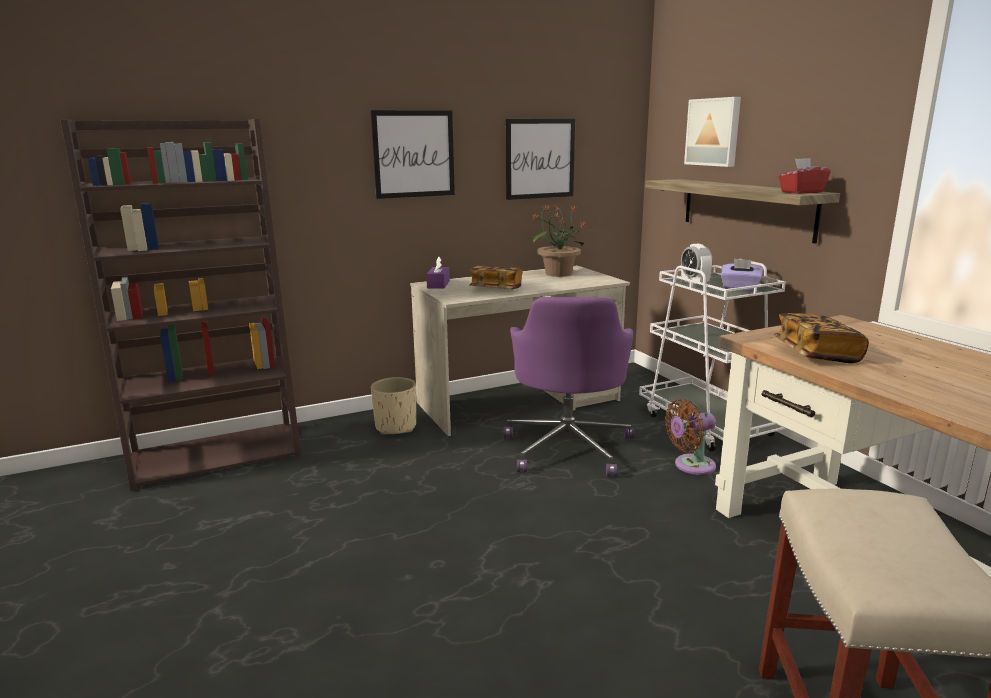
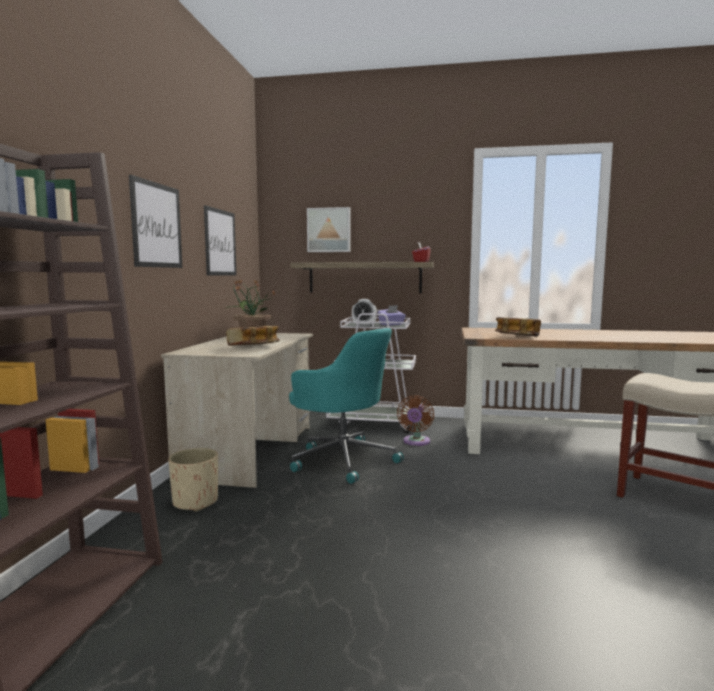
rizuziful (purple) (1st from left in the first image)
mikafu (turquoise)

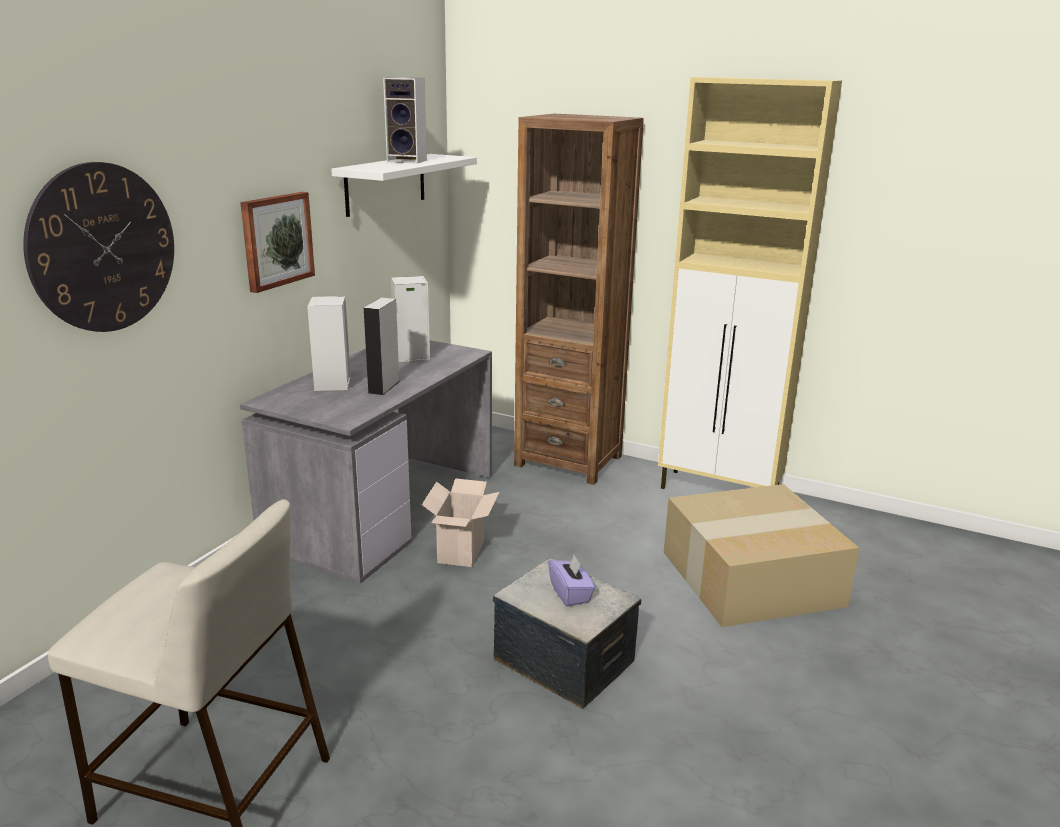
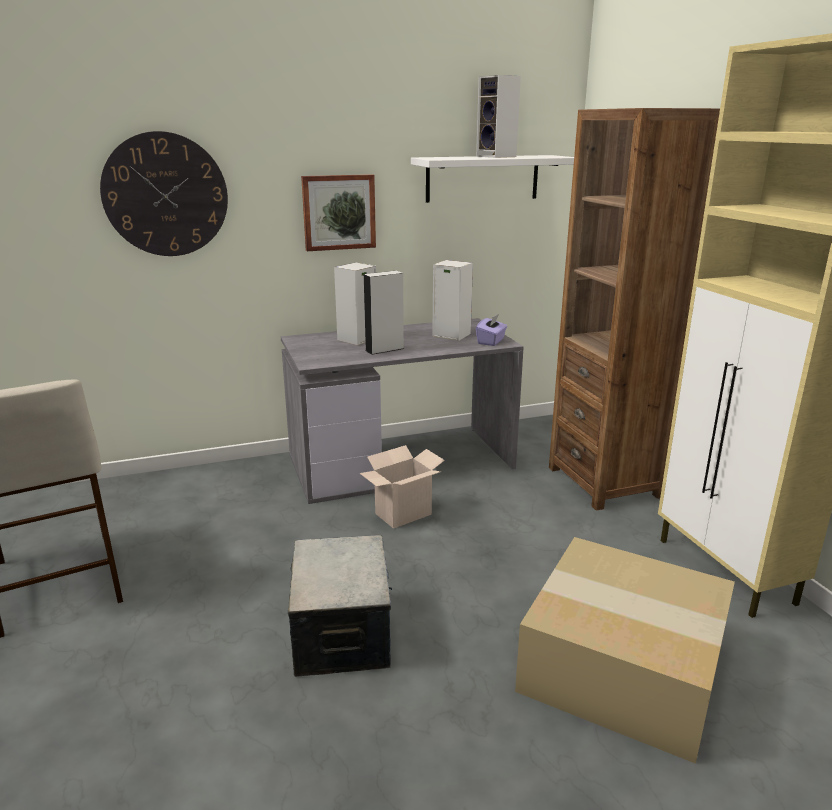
rizuziful (purple)

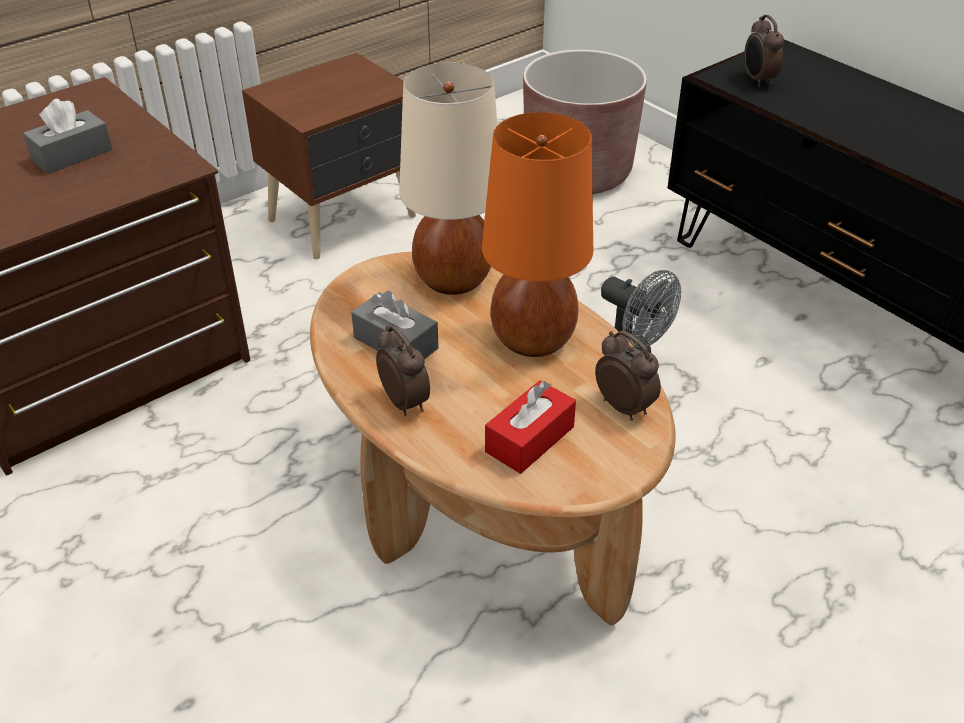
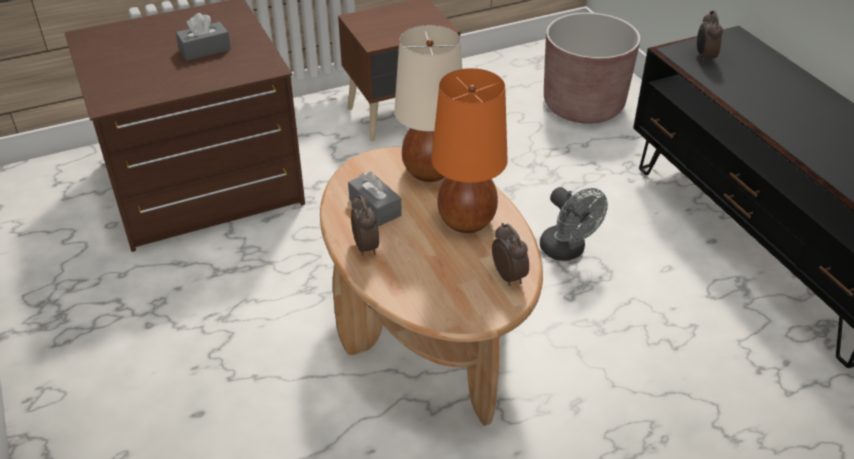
rizuziful (red)

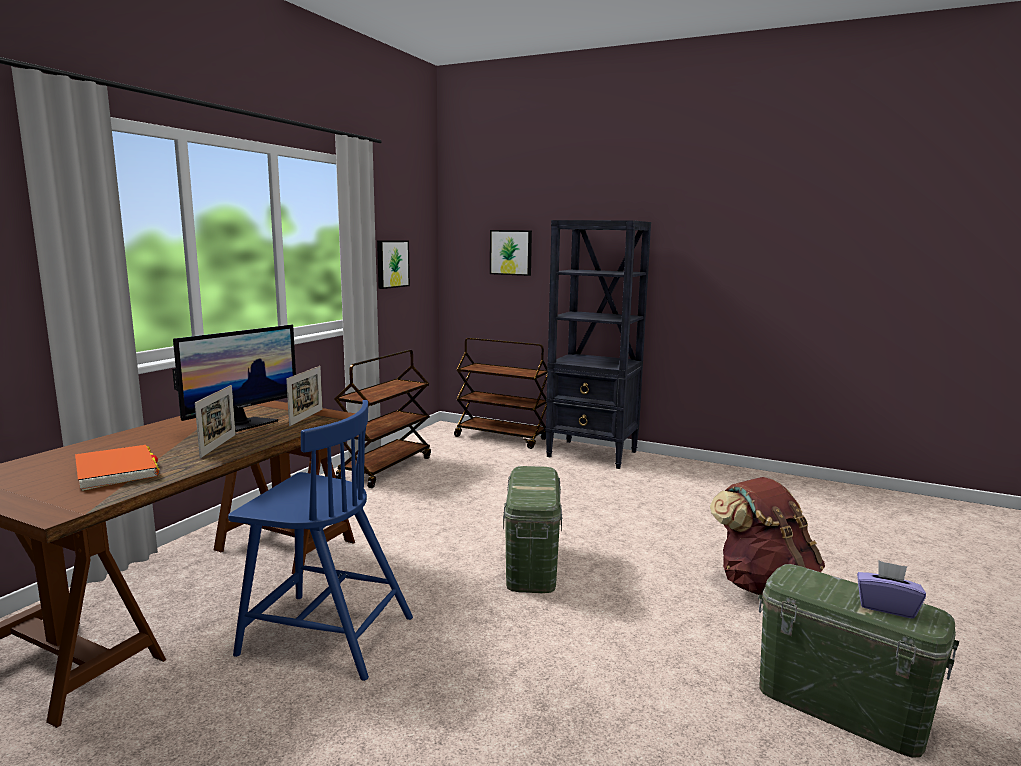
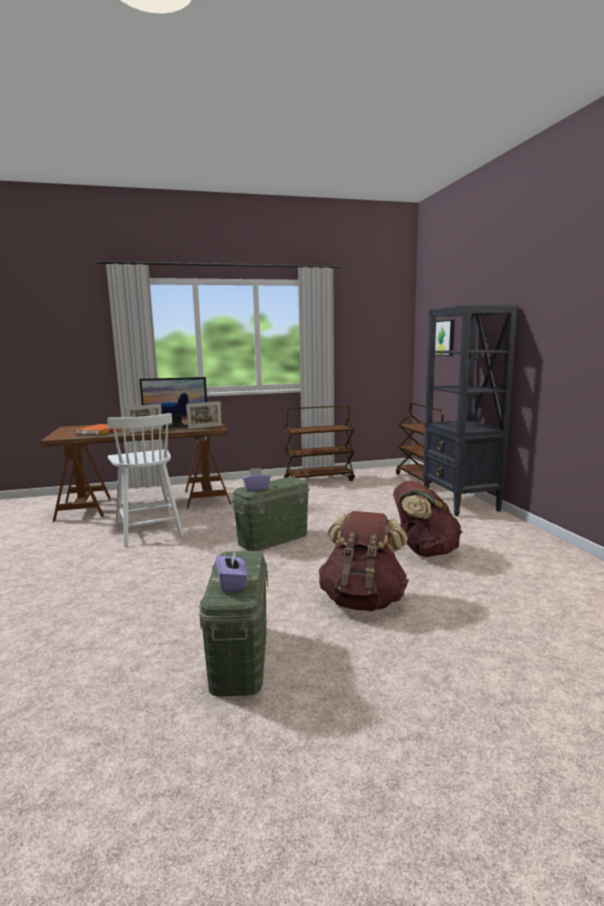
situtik (1st from left in the first image)
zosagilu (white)
rizuziful (purple) (2nd from left)
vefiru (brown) (2nd from left)

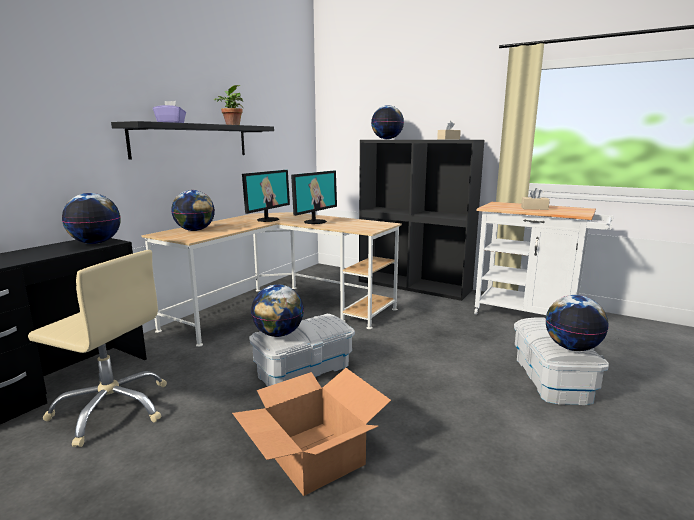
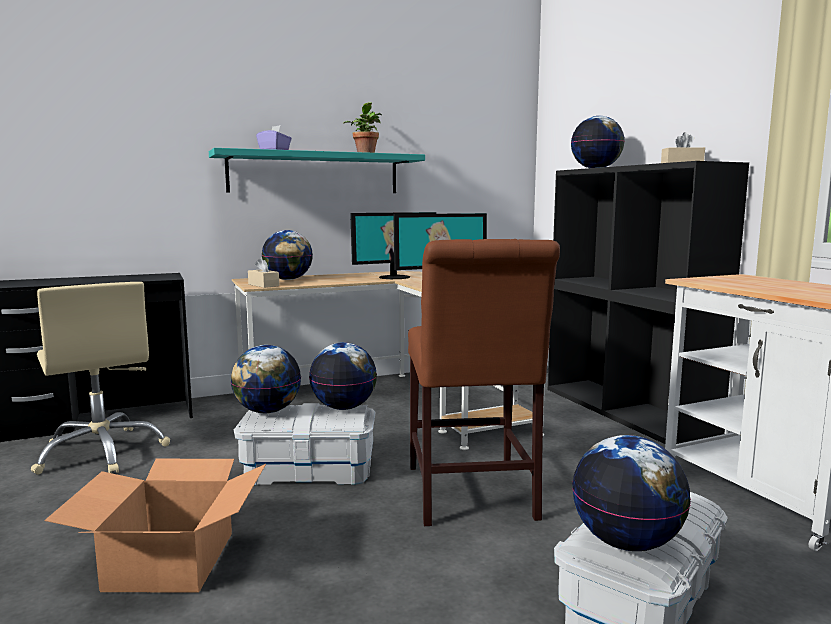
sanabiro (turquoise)
rizuziful (beige) (1st from left)
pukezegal (3rd from left)
zosagilu (brown)

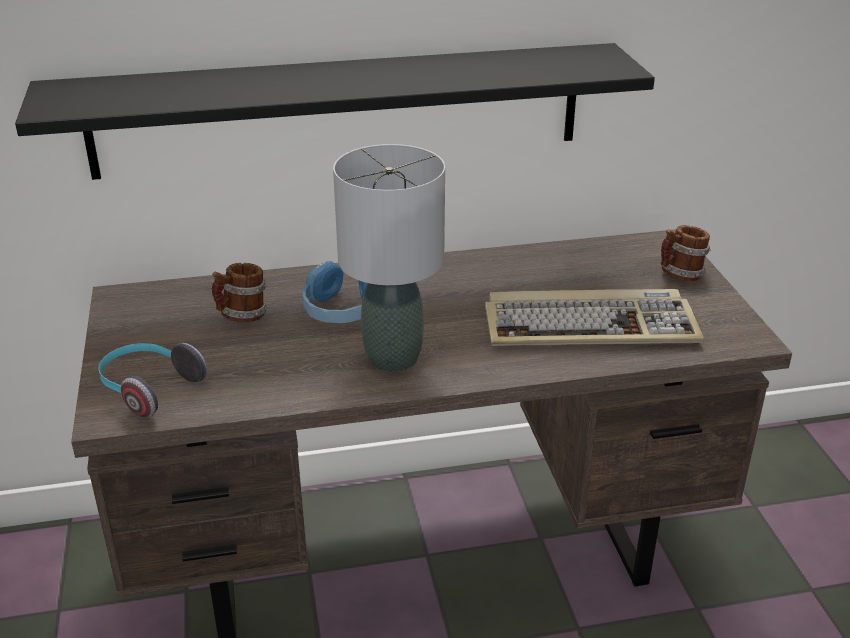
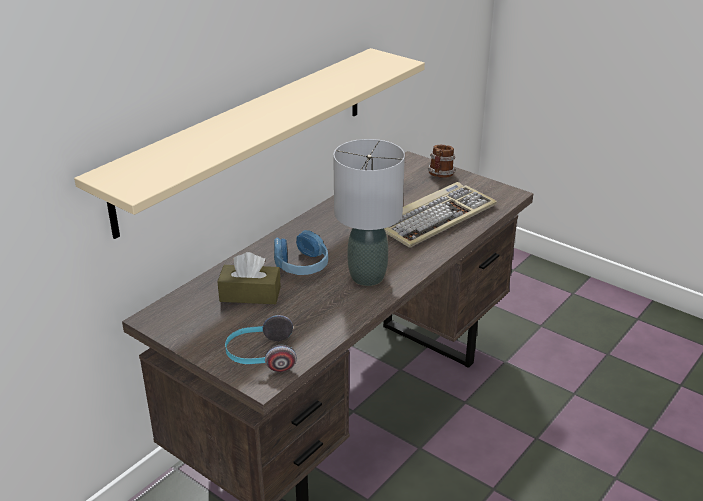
sanabiro (beige)
rizuziful (brown)

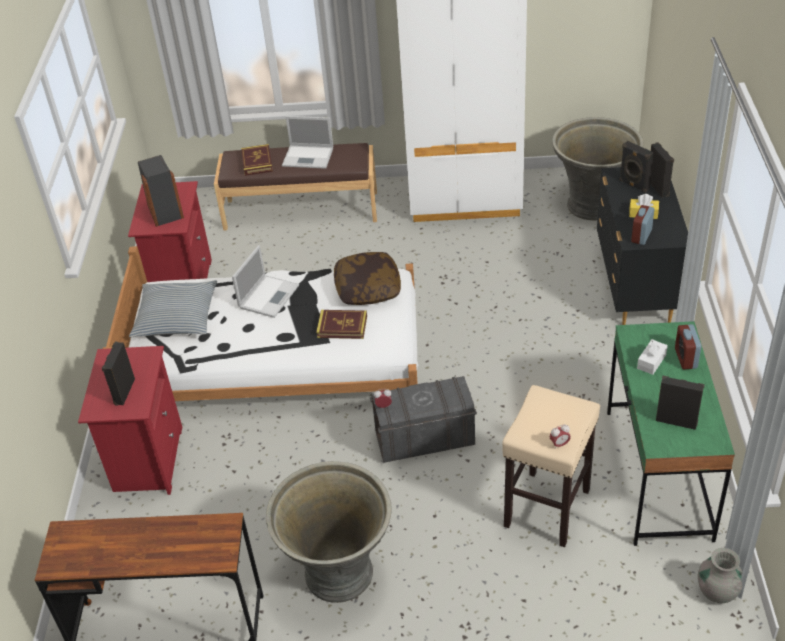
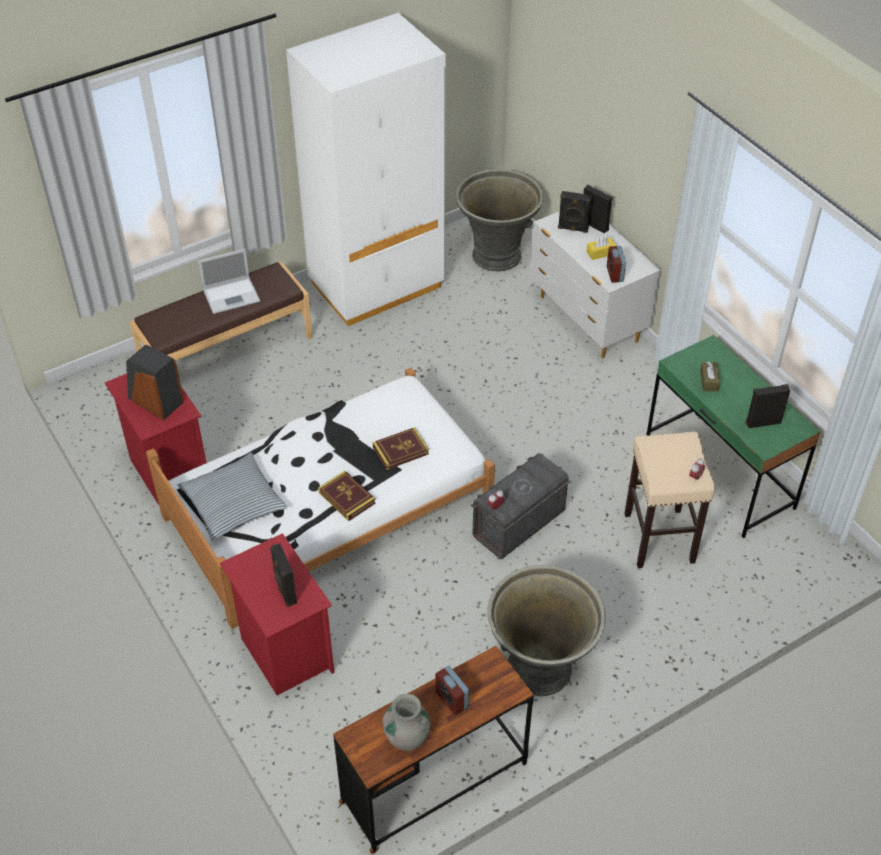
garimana (1st from left)
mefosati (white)
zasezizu (1st from left in the first image)
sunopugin (2nd from left in the first image)
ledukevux (1st from left)
rizuziful (brown)
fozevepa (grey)

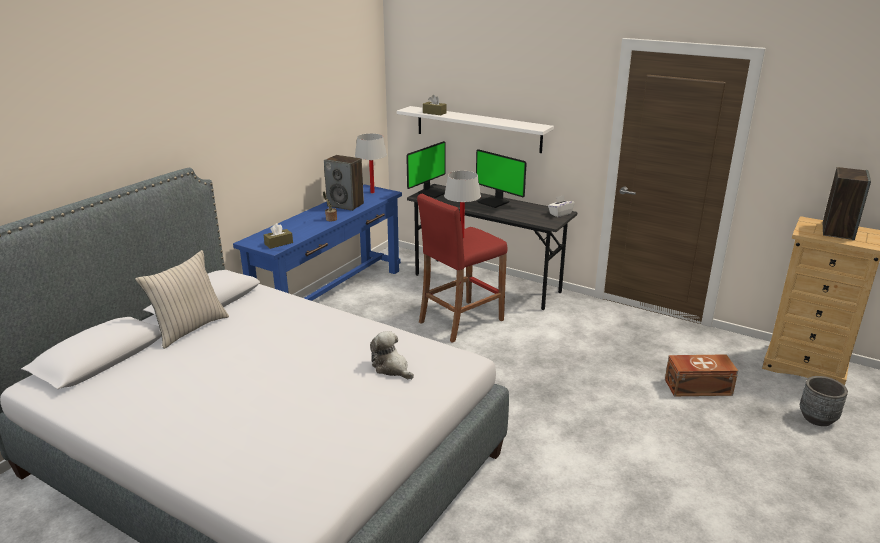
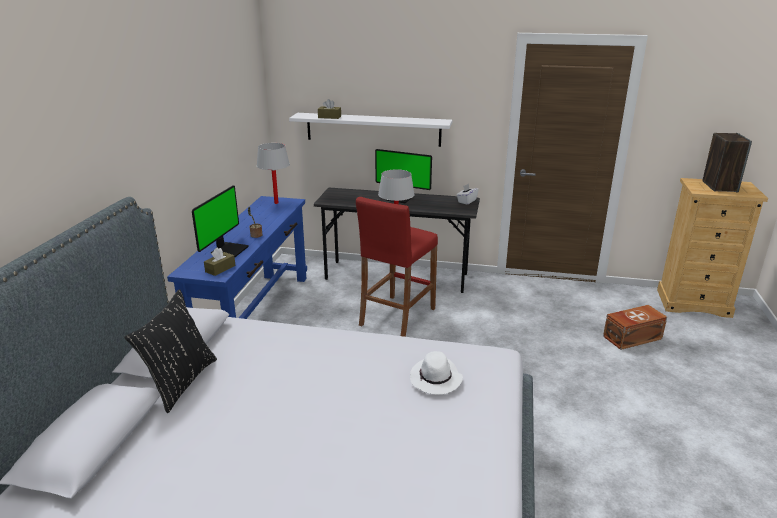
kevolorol (1st from left)
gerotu (1st from left in the first image)
sunopugin (black)
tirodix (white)
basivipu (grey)

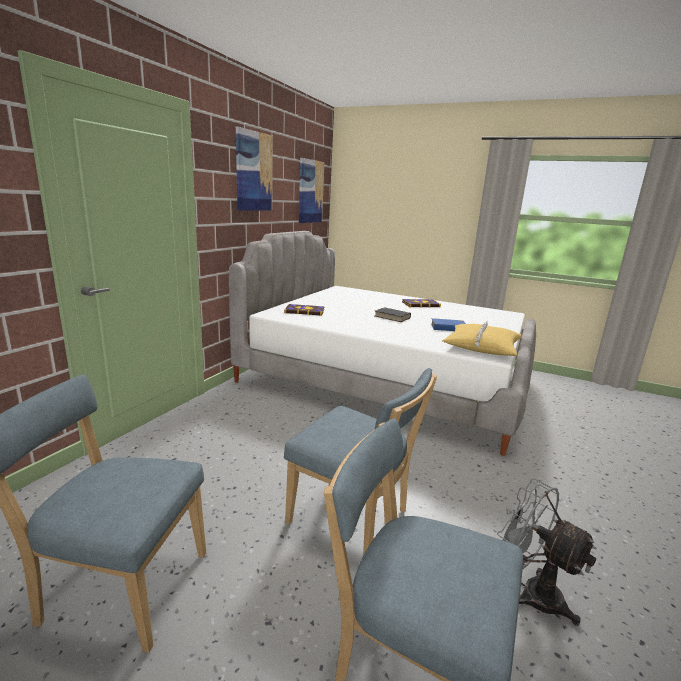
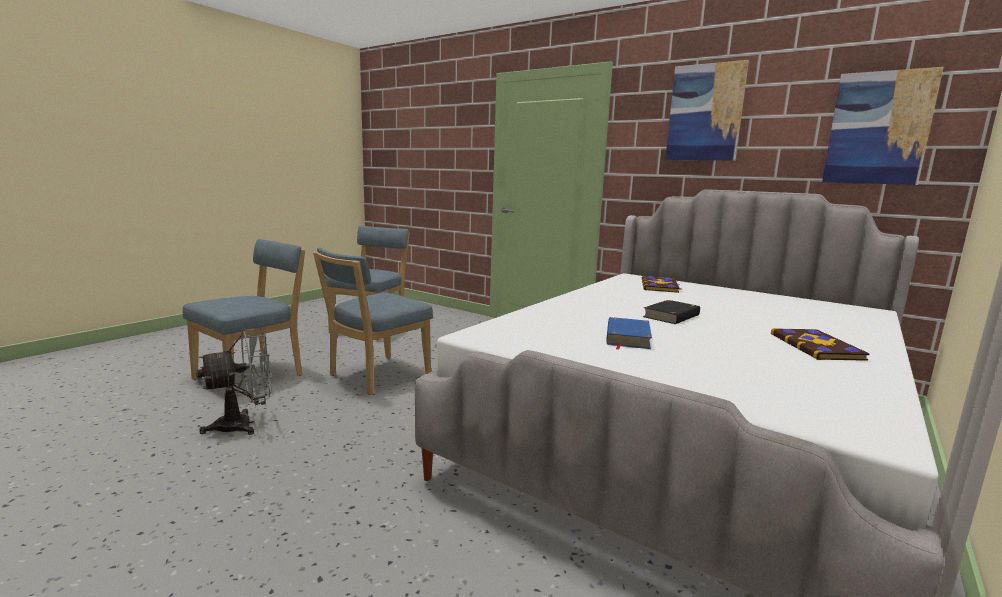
sunopugin (yellow)

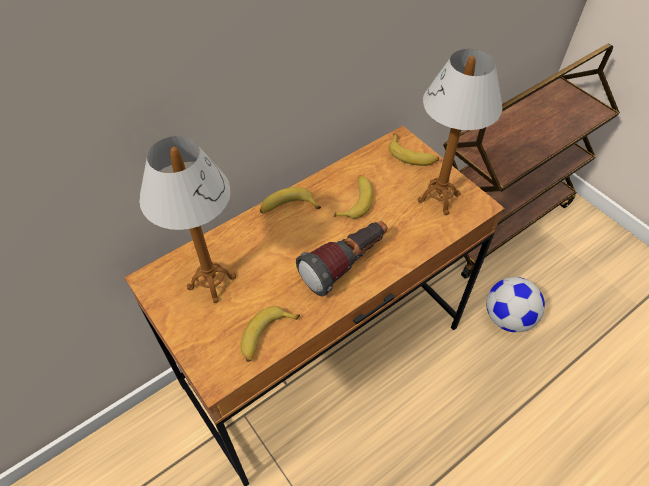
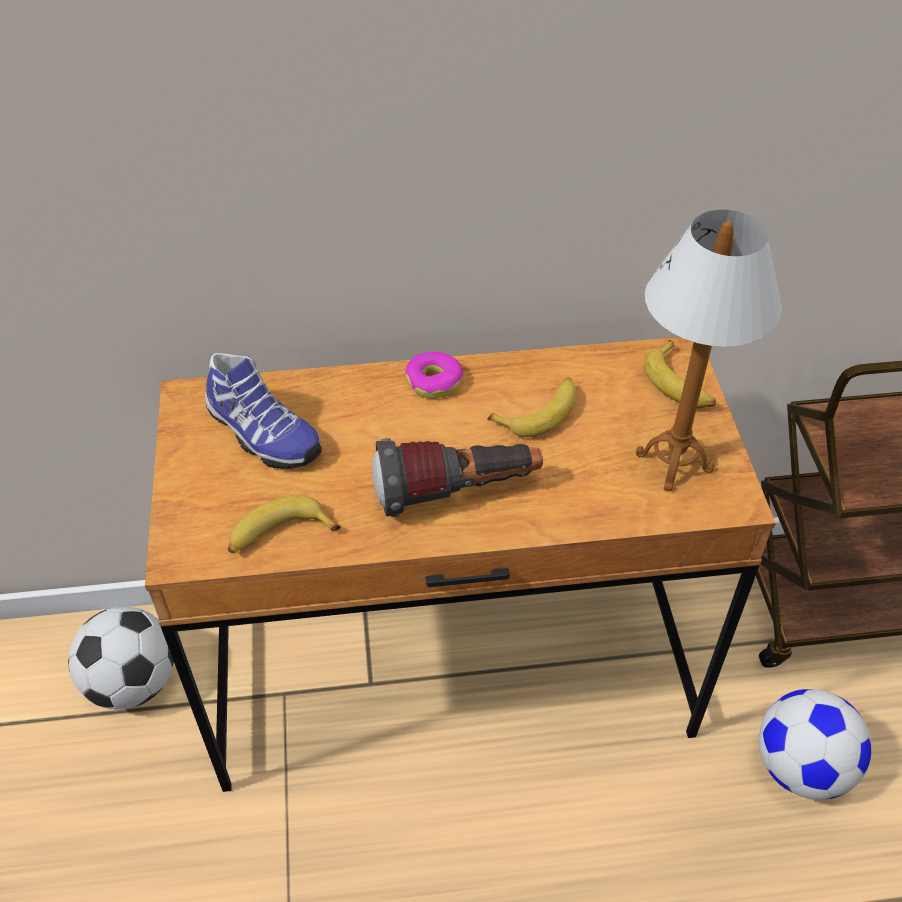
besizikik
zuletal
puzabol (1st from left)

